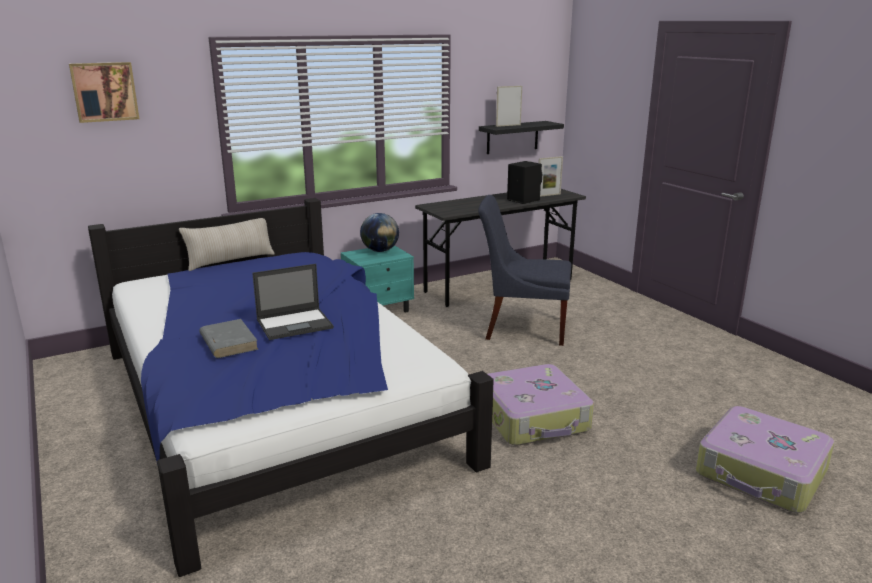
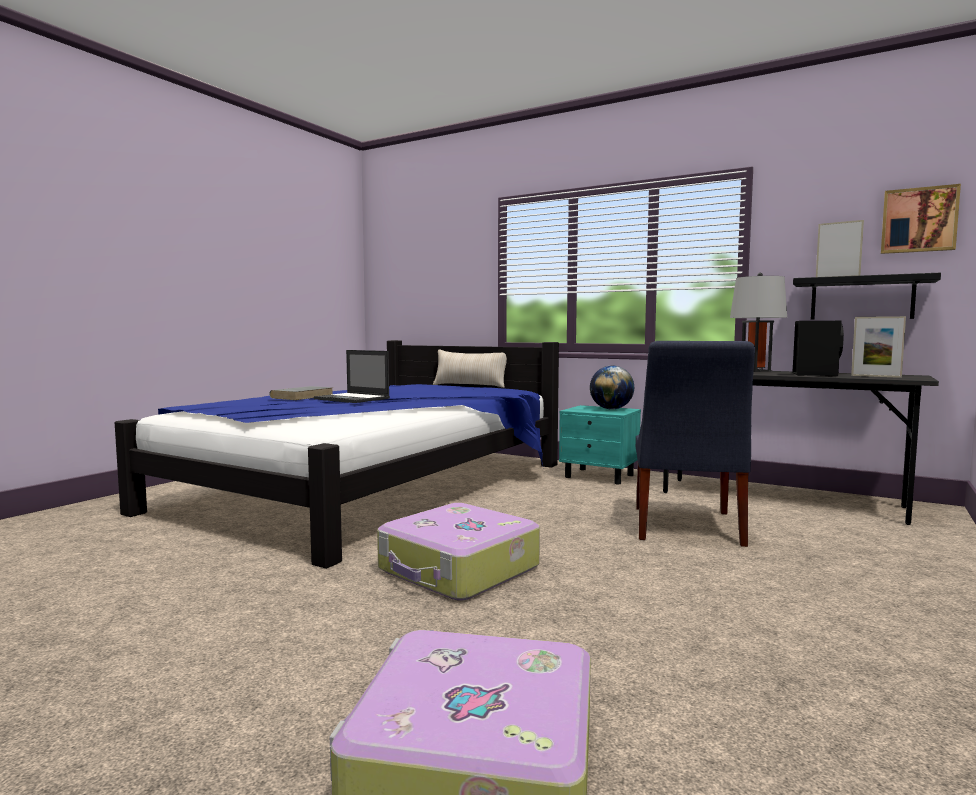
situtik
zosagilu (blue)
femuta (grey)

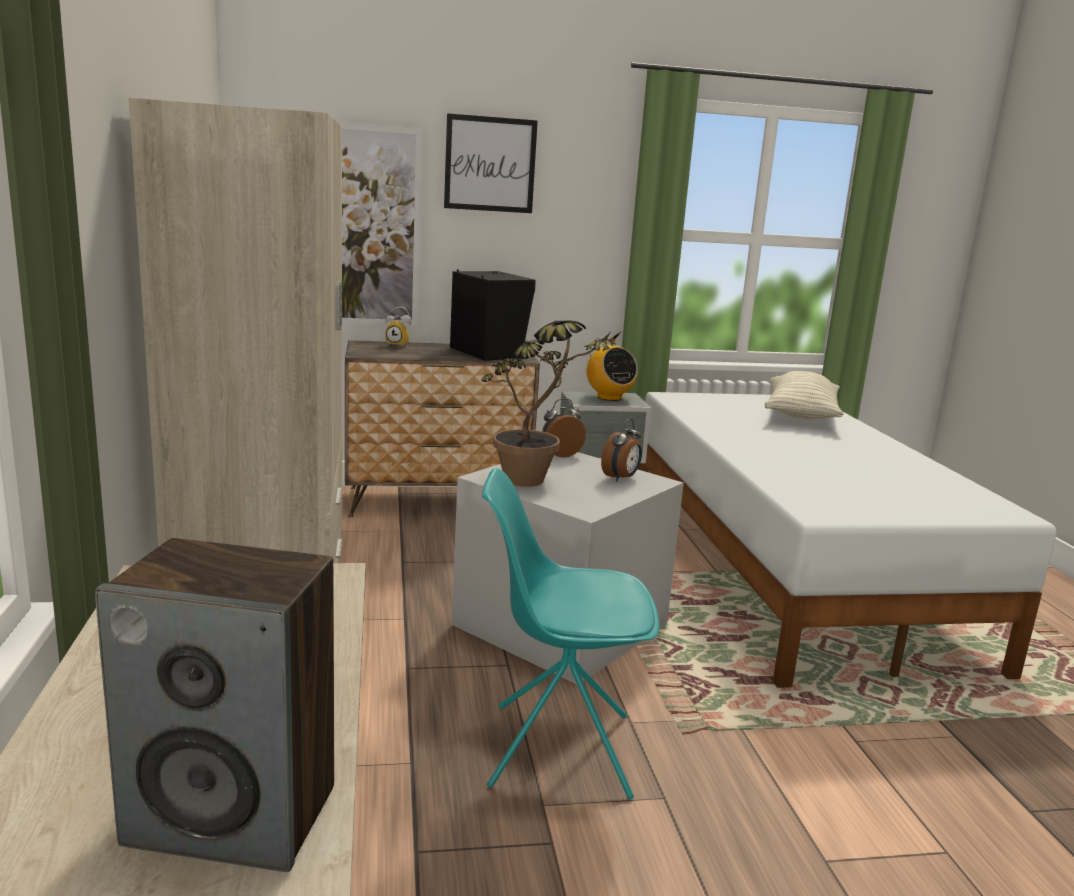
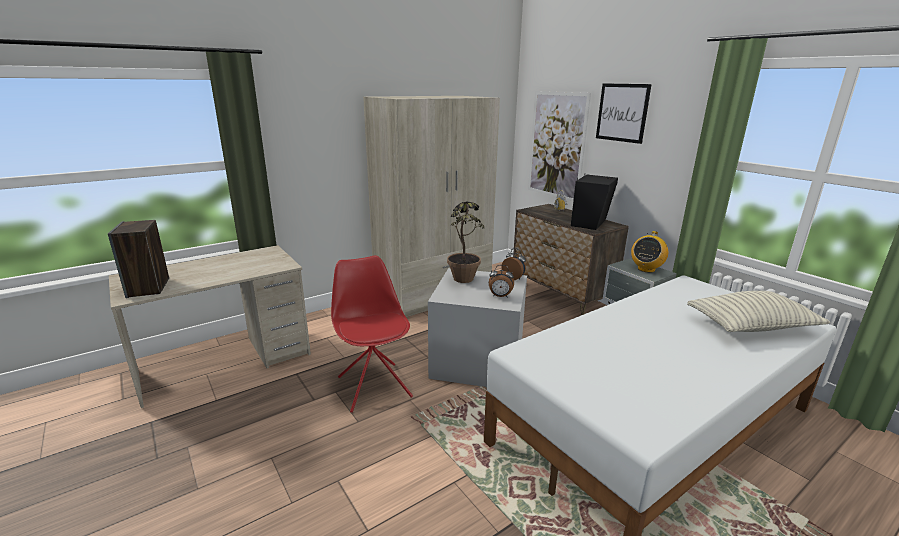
zosagilu (red)

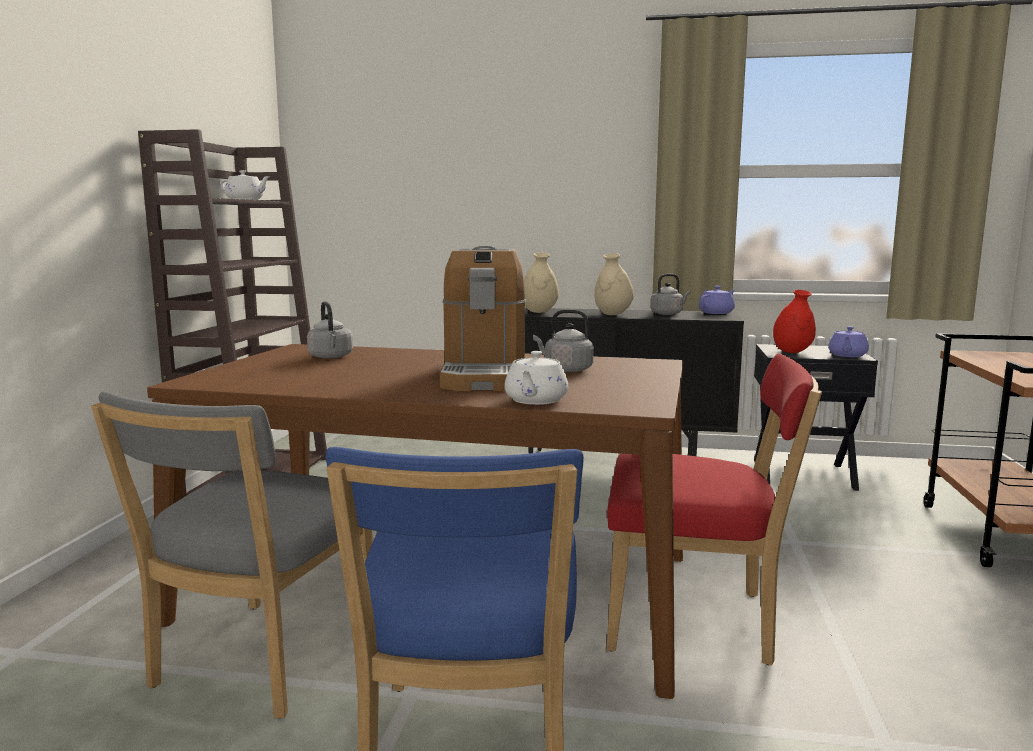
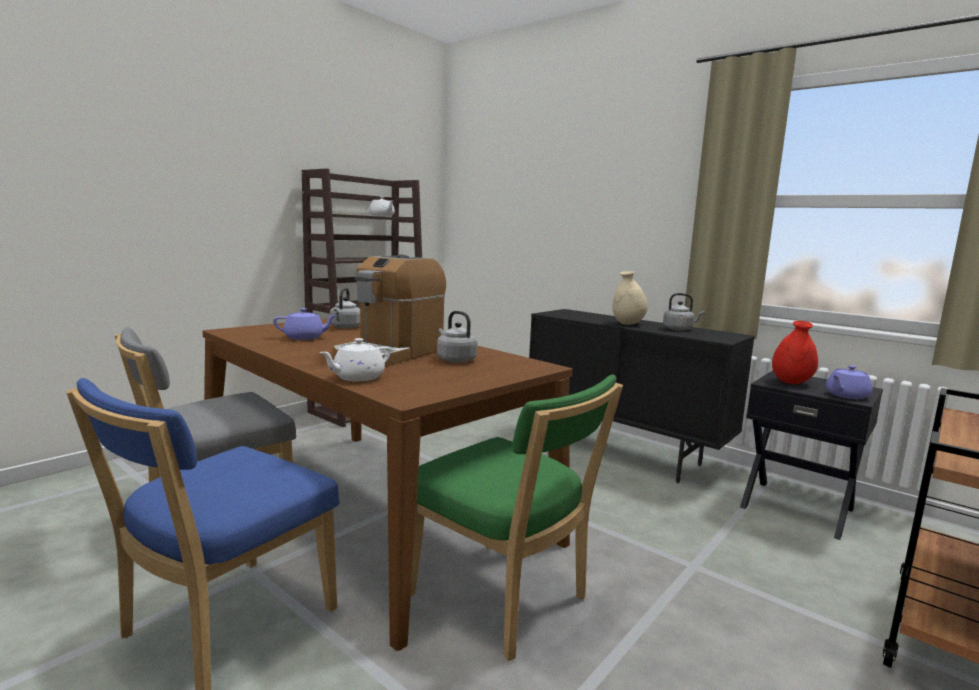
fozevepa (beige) (1st from left in the first image)
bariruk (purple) (1st from left)
zosagilu (green)

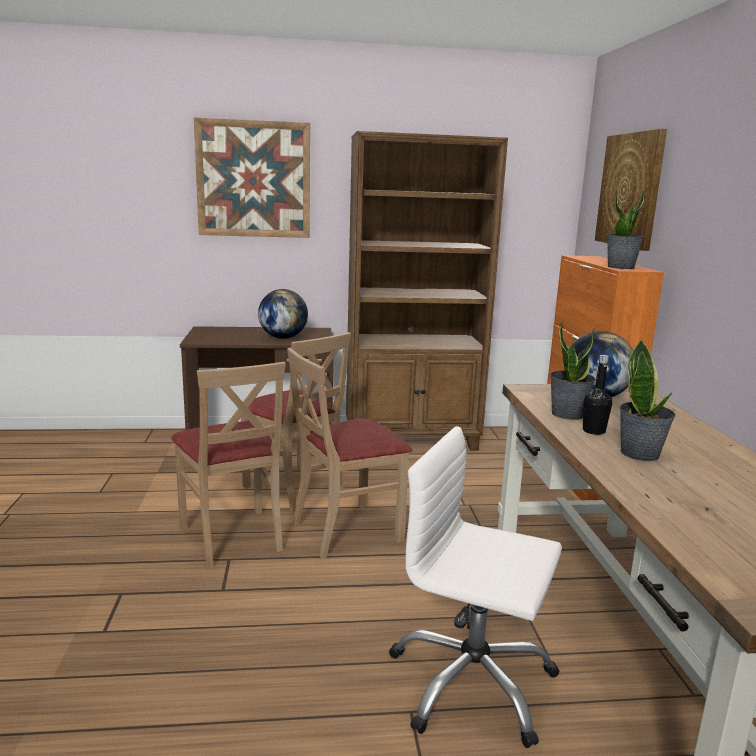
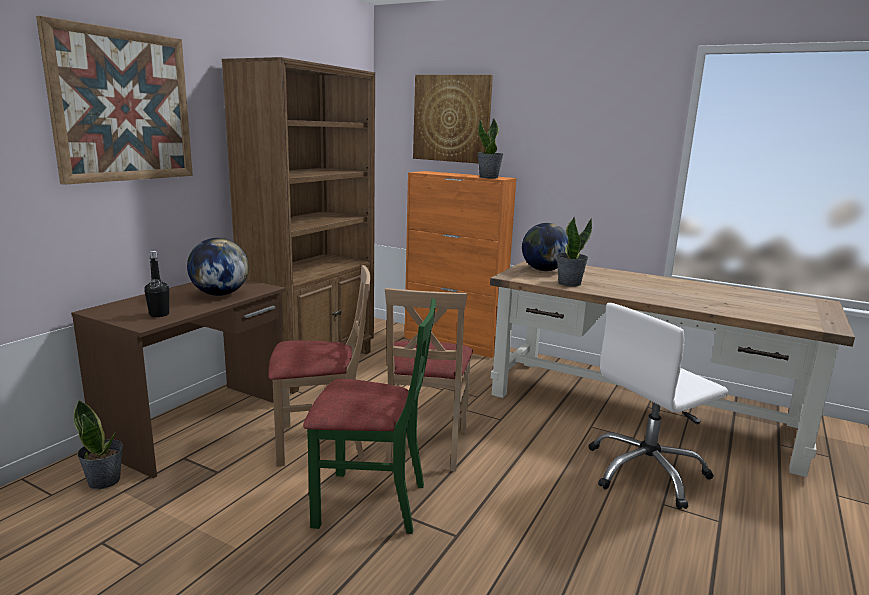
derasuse (1st from left)
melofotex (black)
zosagilu (green)

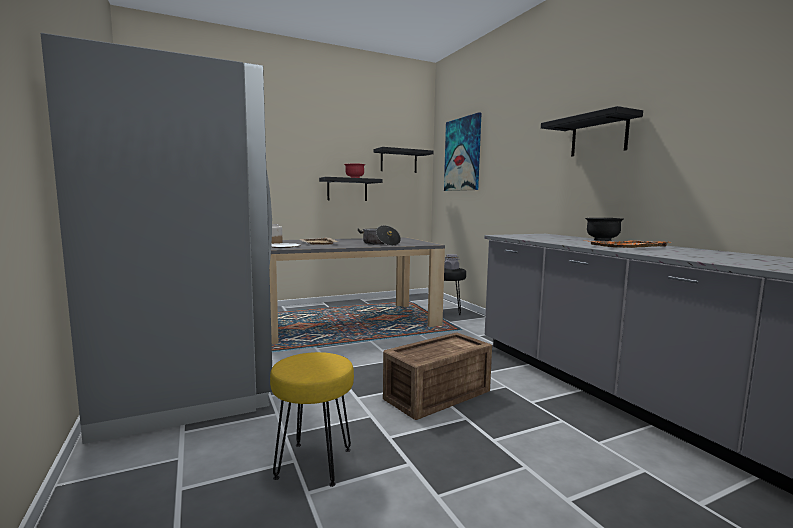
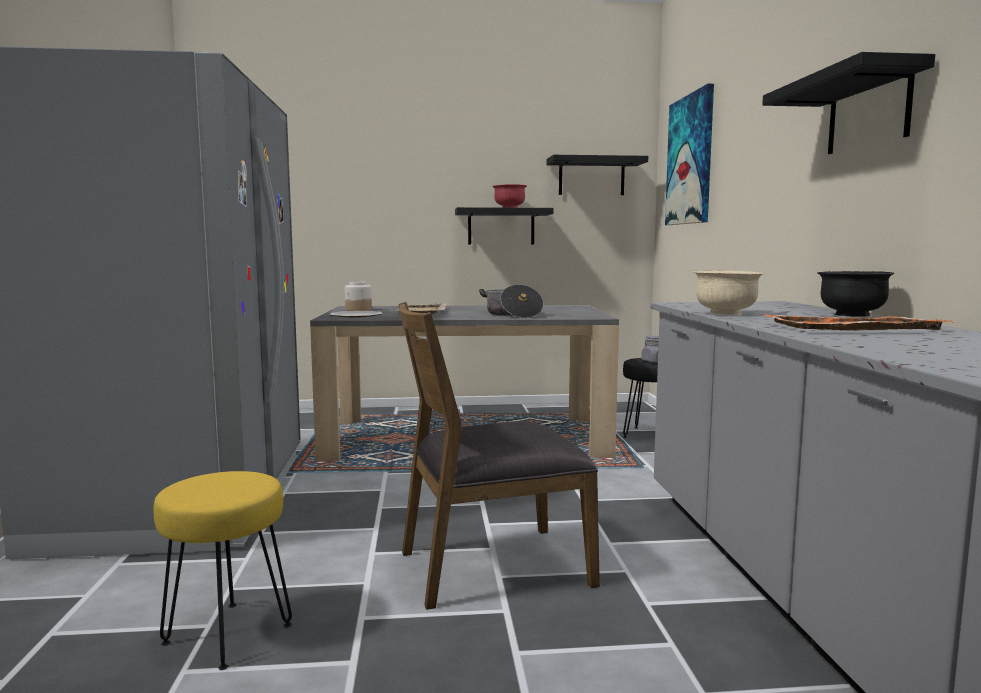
zosagilu (brown)
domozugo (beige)

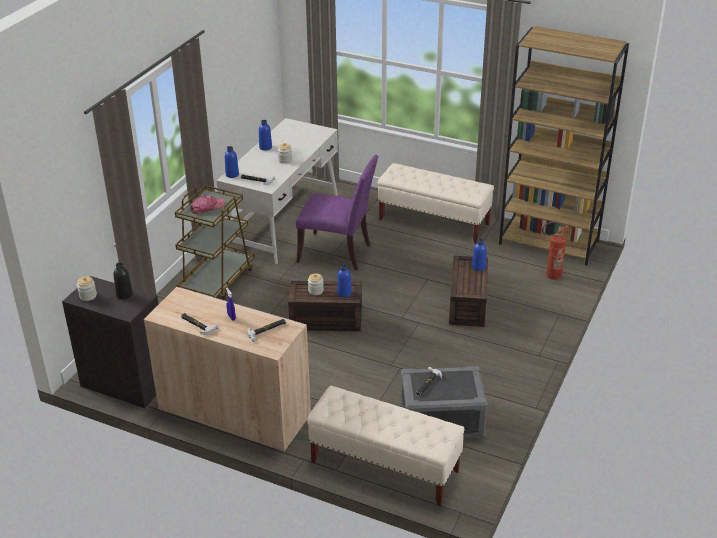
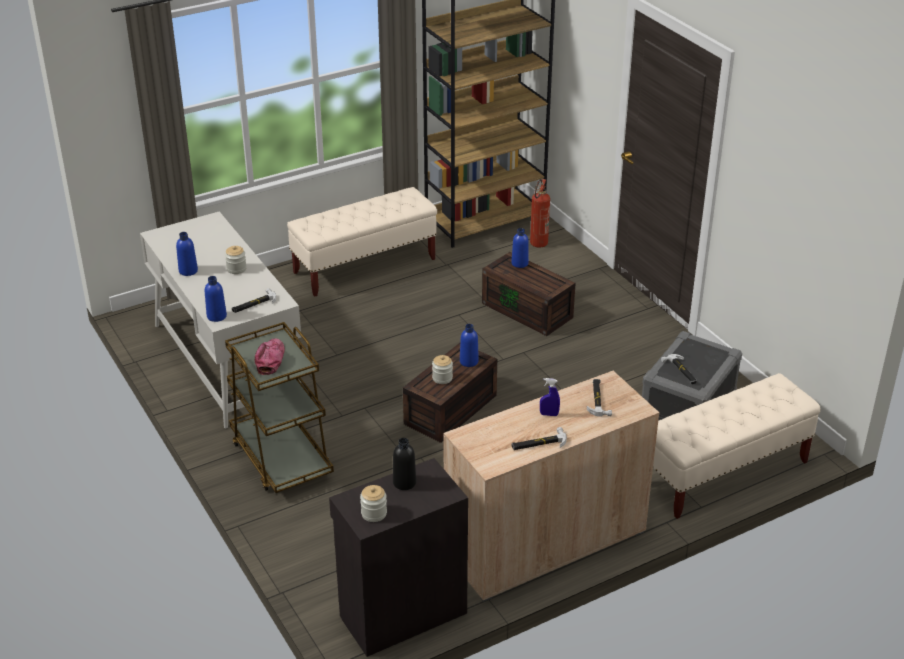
zosagilu (purple)

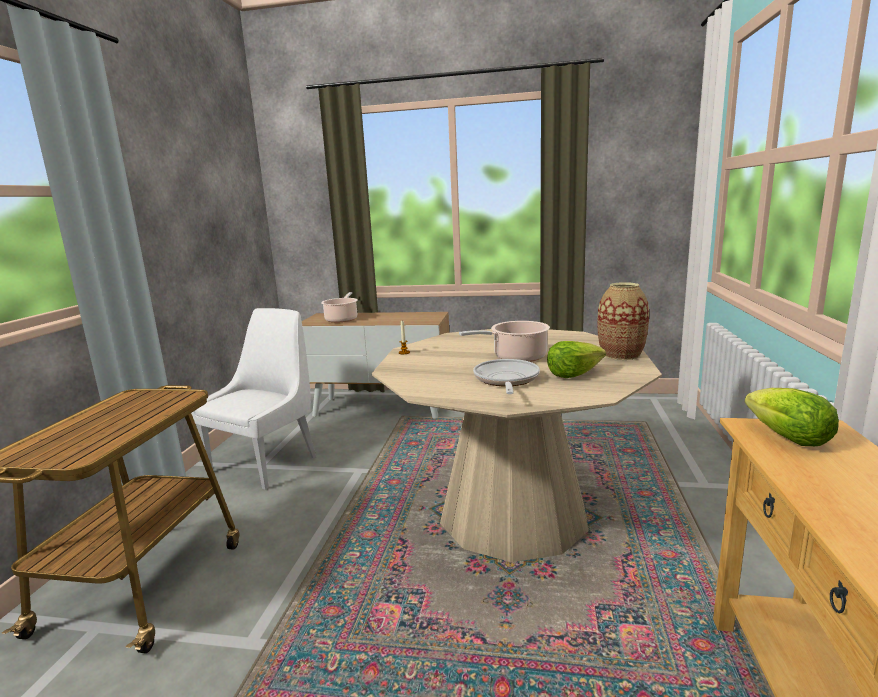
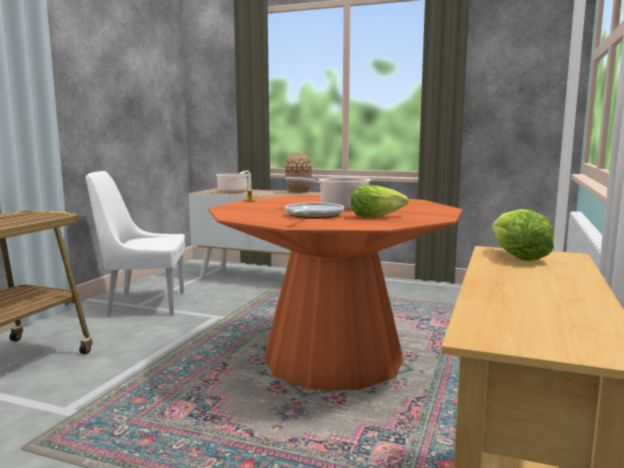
fozevepa
zosagilu (white)
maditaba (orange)

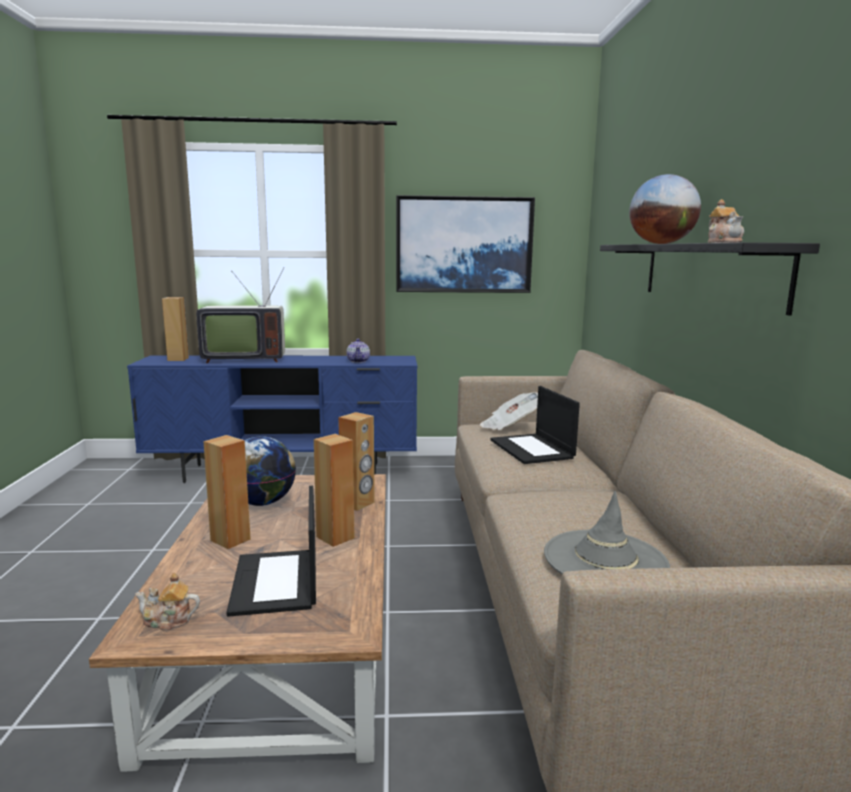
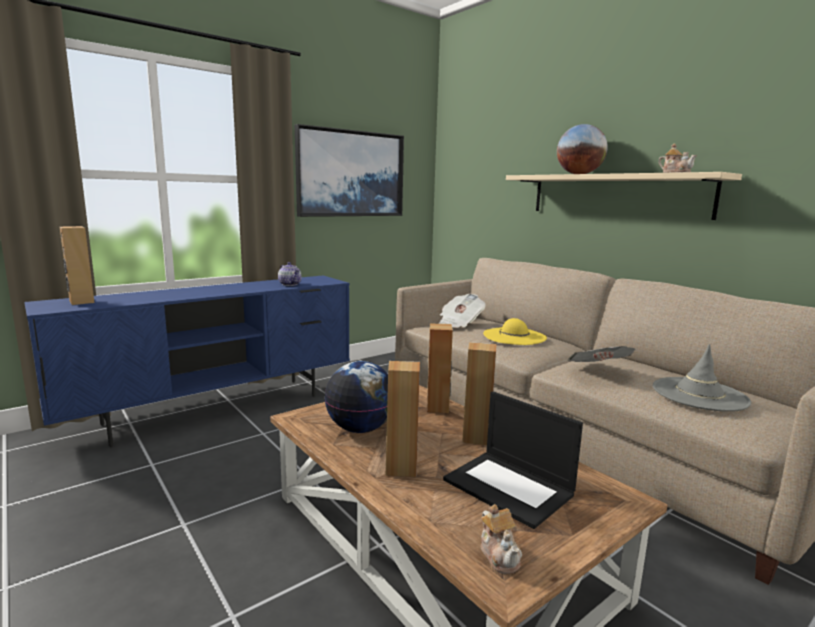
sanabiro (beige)
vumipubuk
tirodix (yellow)
bariruk (2nd from left)
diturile (2nd from left)

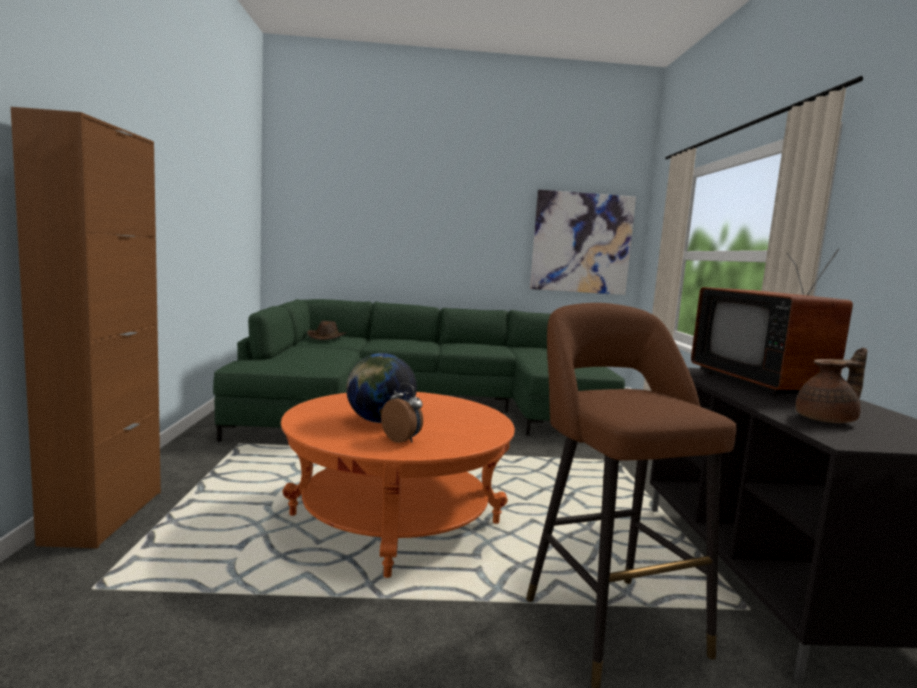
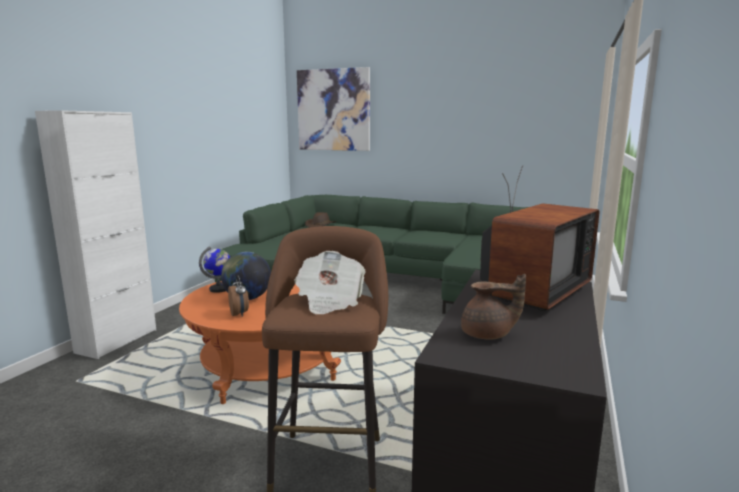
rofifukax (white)
situtik
vumipubuk
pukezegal (1st from left)
diturile

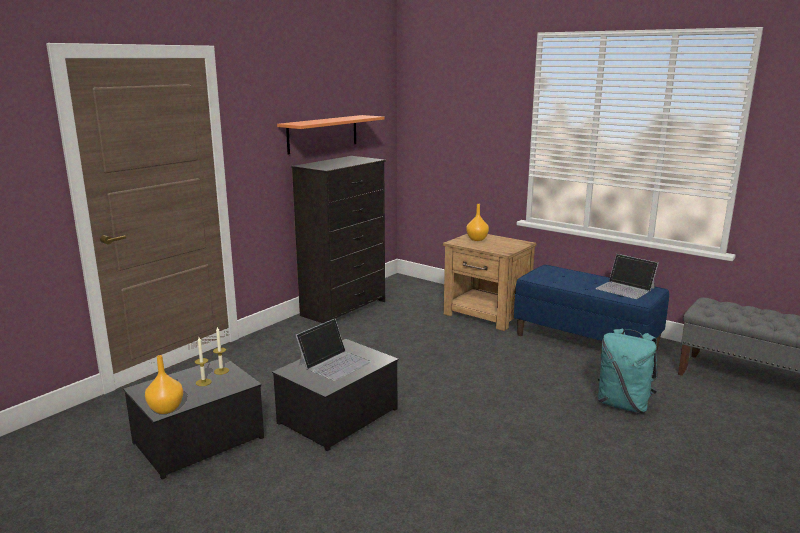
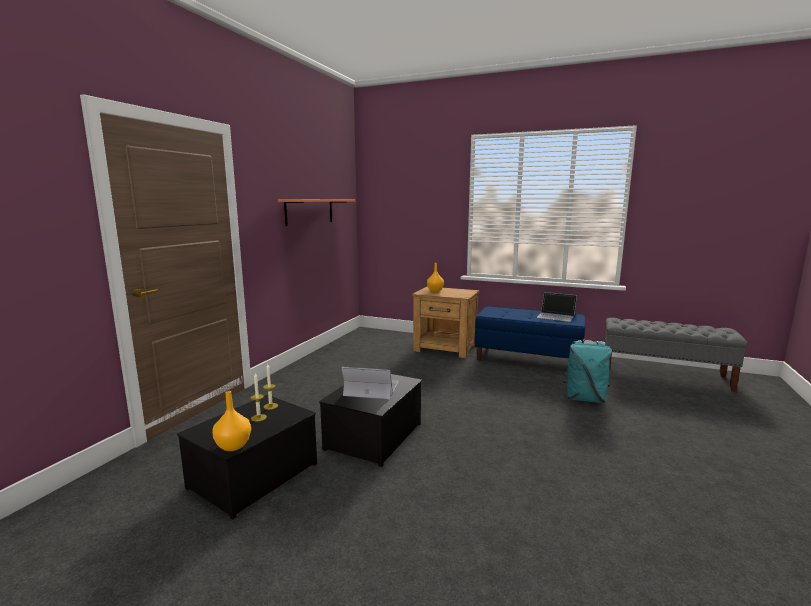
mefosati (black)
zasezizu (1st from left)

